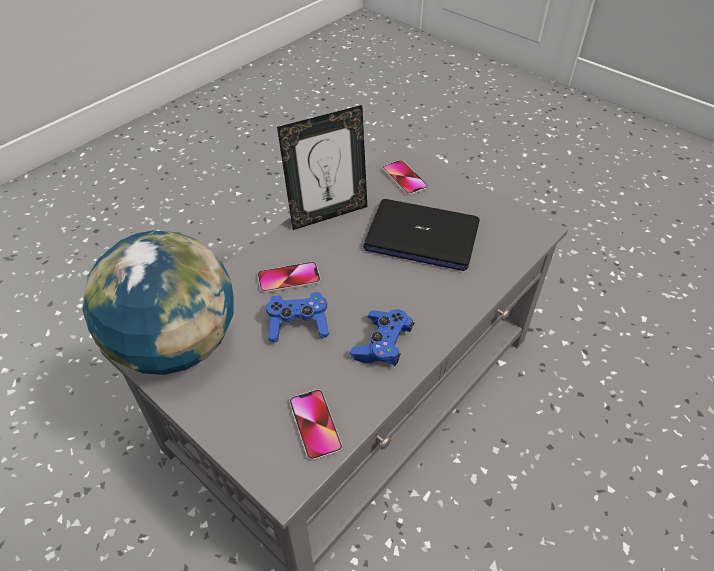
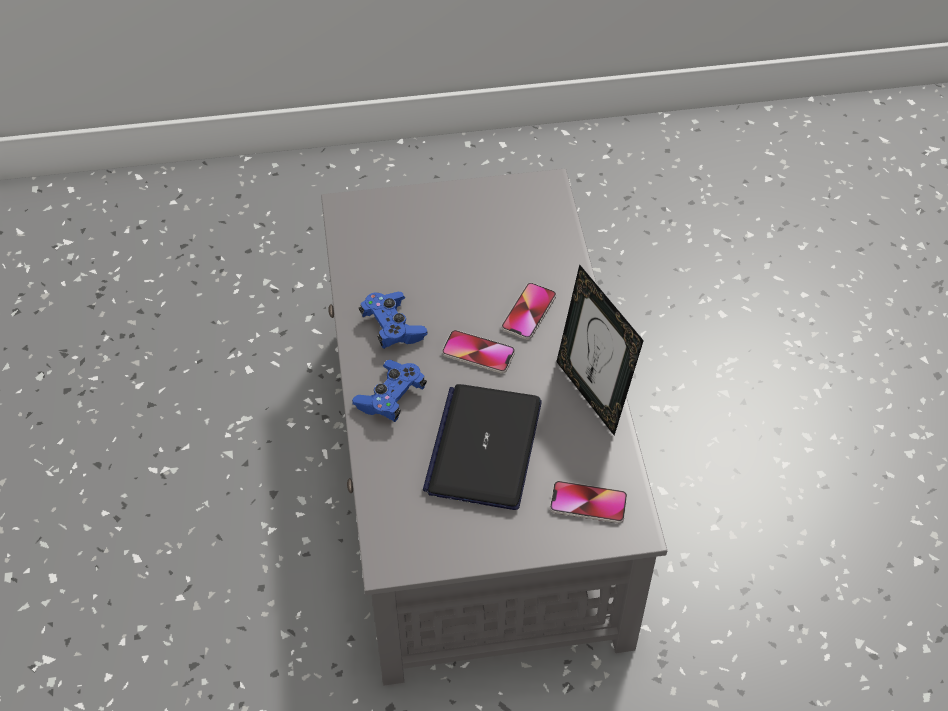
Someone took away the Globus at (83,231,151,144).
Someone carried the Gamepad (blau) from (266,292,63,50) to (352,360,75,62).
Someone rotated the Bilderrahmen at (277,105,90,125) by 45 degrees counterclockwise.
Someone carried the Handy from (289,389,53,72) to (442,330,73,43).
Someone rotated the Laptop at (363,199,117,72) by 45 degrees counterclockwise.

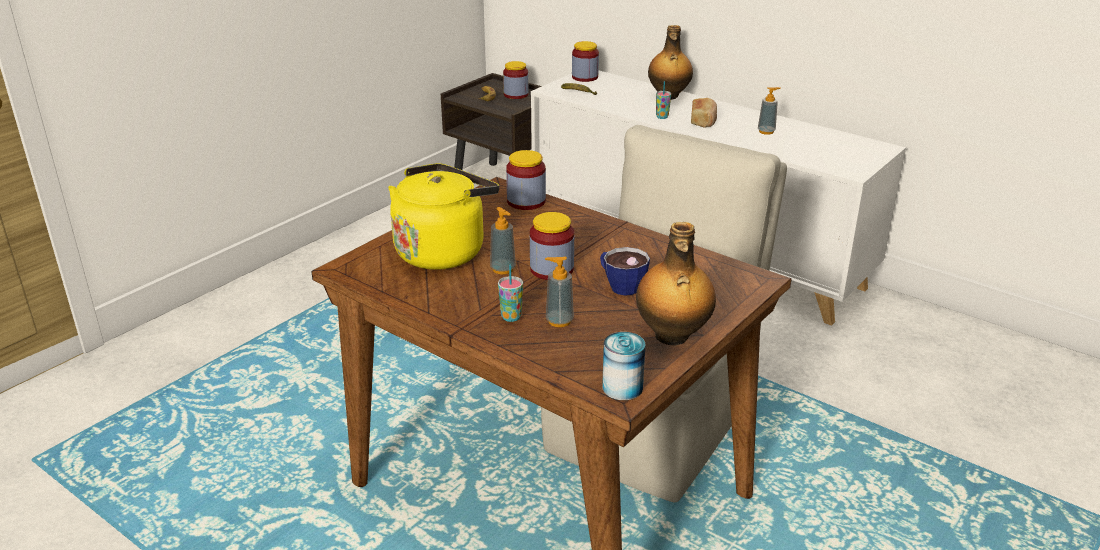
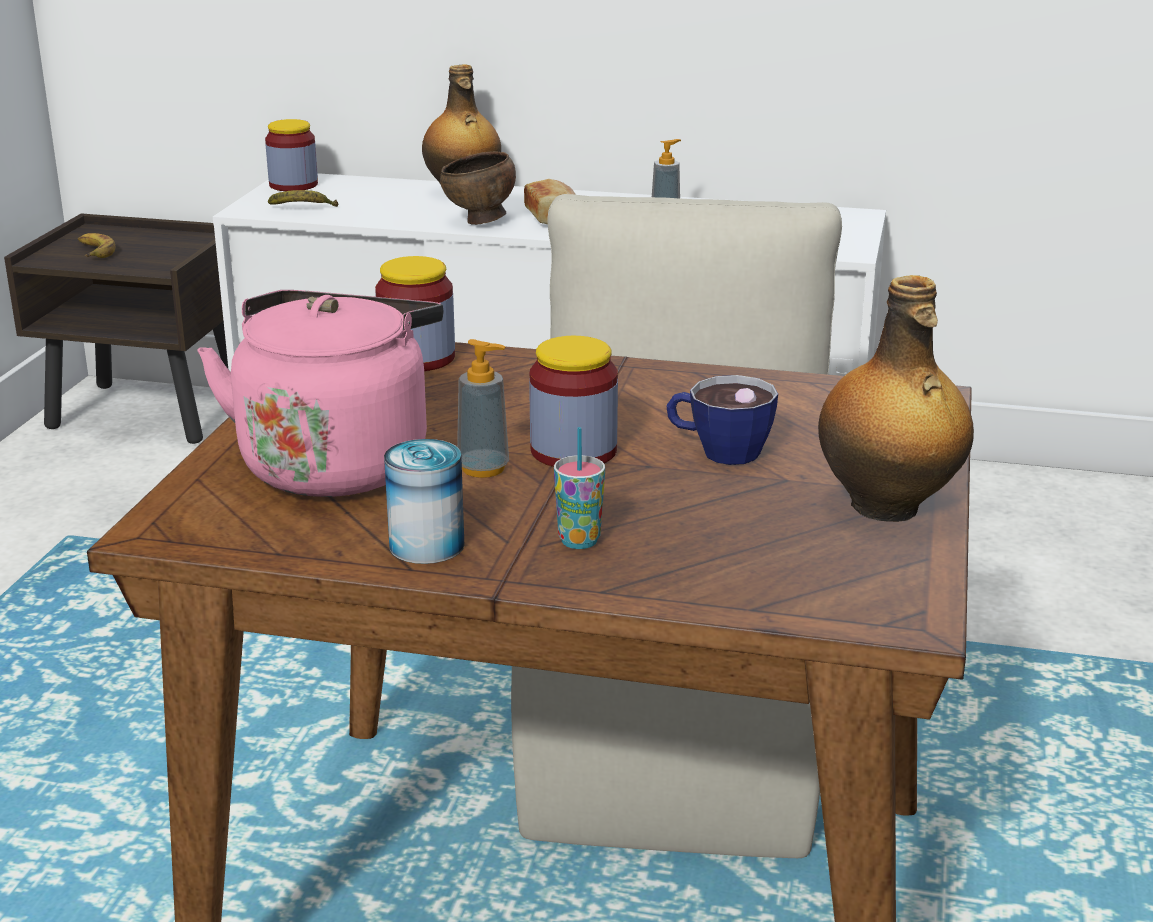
Someone repainted the Wasserkessel (gelb) at (388,163,111,107), which became the Wasserkessel (rosa) at (198,290,245,207).
Someone took away the Vorratsglas at (503,61,25,38).
Someone took away the Seifenspender at (545,257,29,70).
Someone carried the Dose from (602,332,44,68) to (384,439,80,125).
Someone swapped the Tasse at (656,81,15,38) for the Schüssel (braun) at (440,151,76,74).

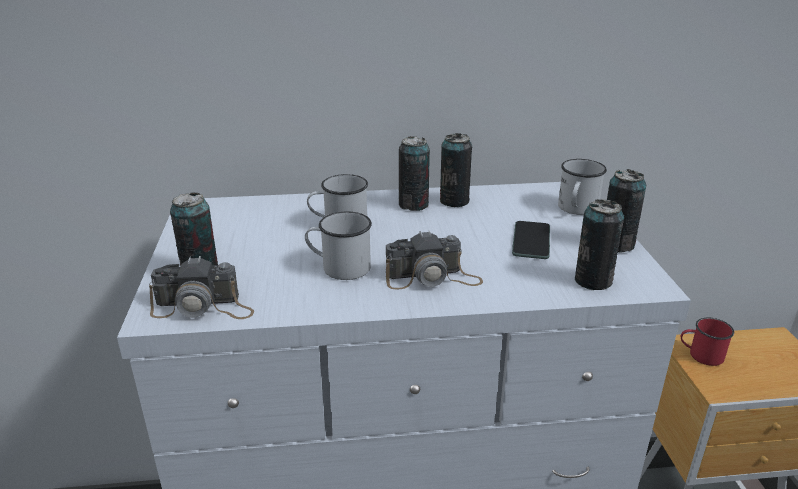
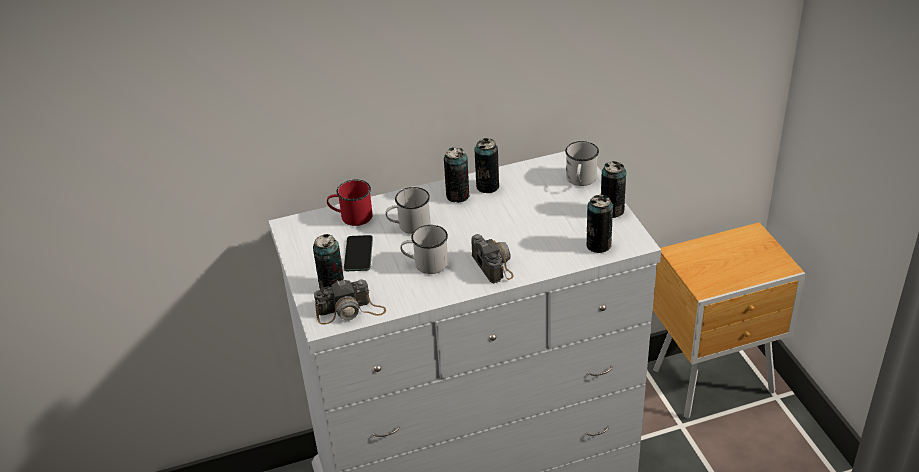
Someone rotated the Kamera at (386,230,97,60) by 90 degrees counterclockwise.
Someone carried the Handy from (512,221,38,38) to (344,235,29,36).
Someone carried the Henkelbecher (rot) from (681,318,53,48) to (327,180,46,46).

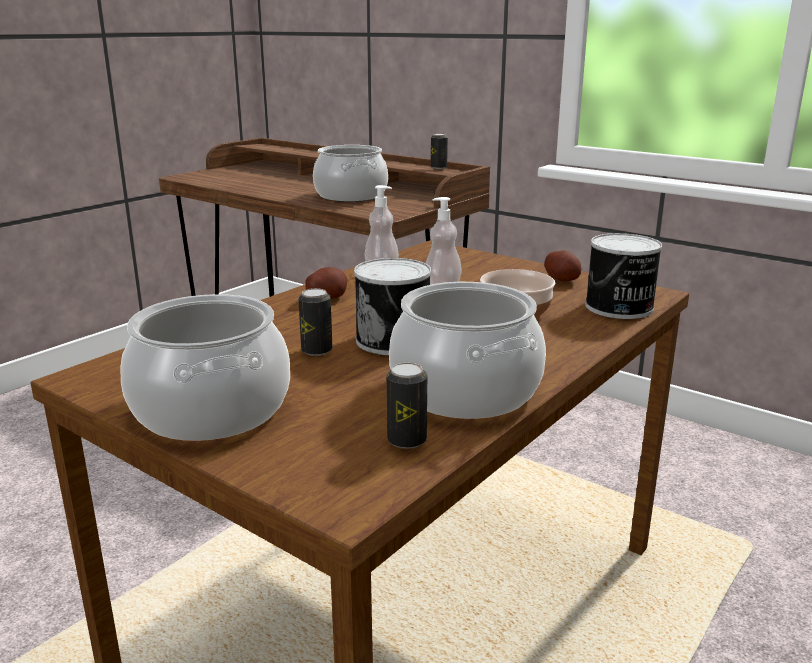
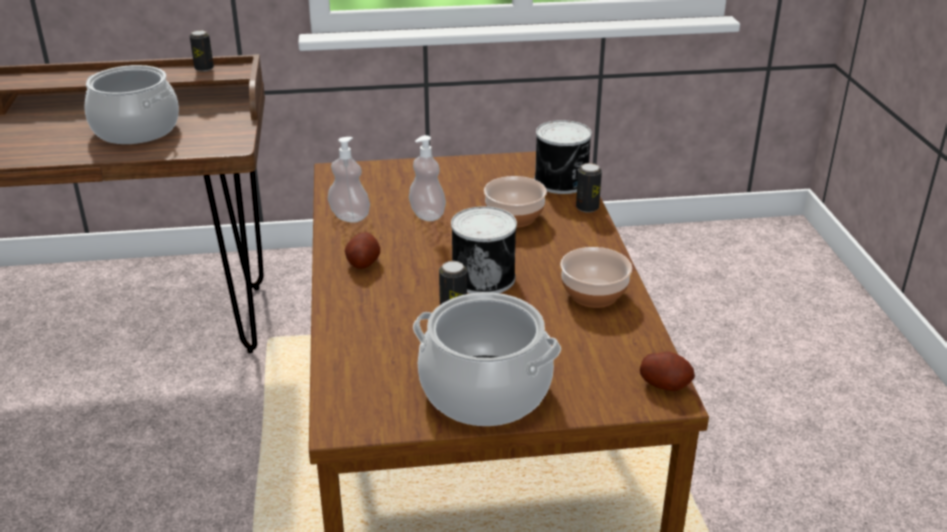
Someone carried the Dose from (387,363,40,86) to (576,163,26,50).
Someone swapped the Kochtopf at (389,282,157,137) for the Schüssel at (560,247,72,61).
Someone carried the Kartoffel from (544,250,37,31) to (640,352,55,39).

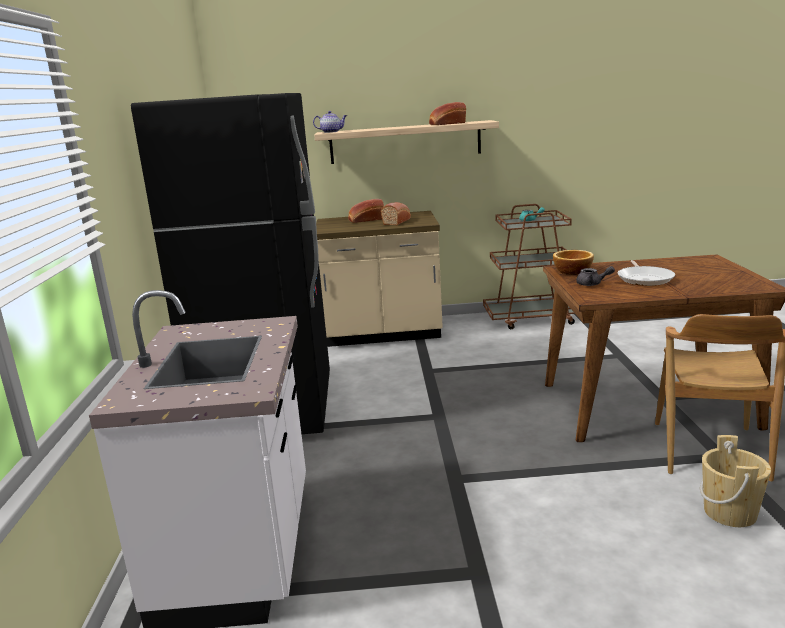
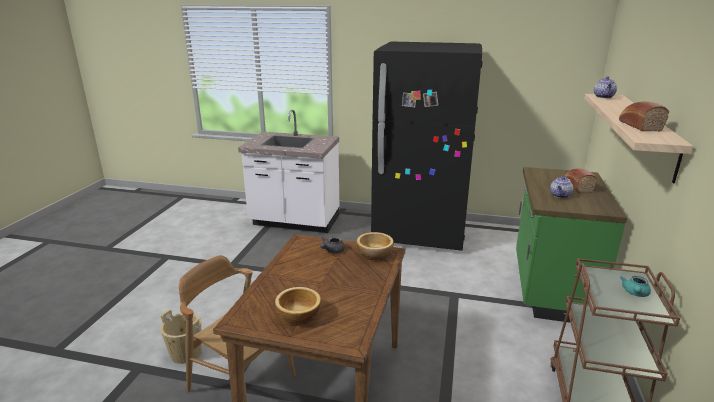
Someone repainted the Küchenzeile (beige) at (316,211,127,136), which became the Küchenzeile (grün) at (516,167,111,156).
Someone swapped the Brot at (381,202,30,23) for the Teekanne at (550,176,23,22).
Someone took away the Pfanne at (618,260,57,26).
Someone put down the Schüssel at (275,287,46,38).

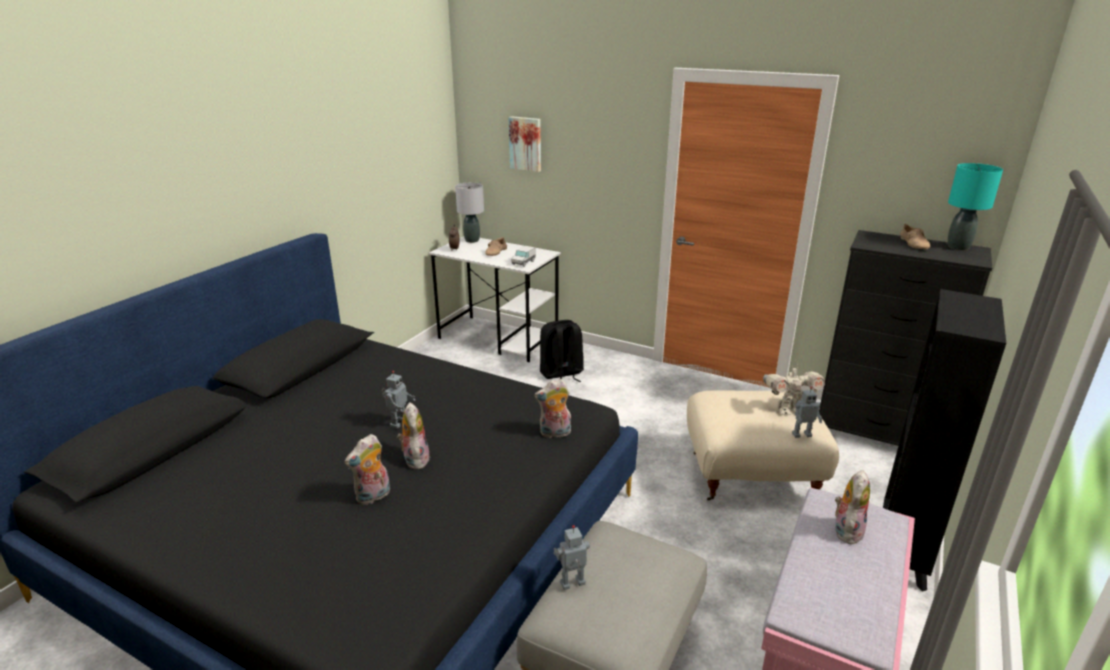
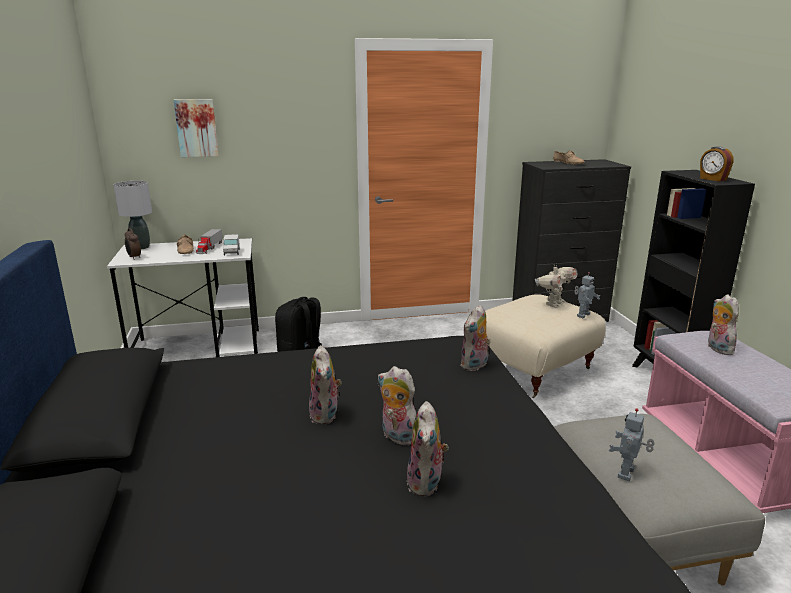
Someone swapped the Spielzeugroboter at (382,370,33,59) for the Plüschtier at (309,345,33,79).
Someone took away the Tischlampe (türkis) at (948,163,55,87).
Someone put down the Spielzeuglaster at (196,229,27,25).
Someone put down the Wecker at (700,146,34,35).

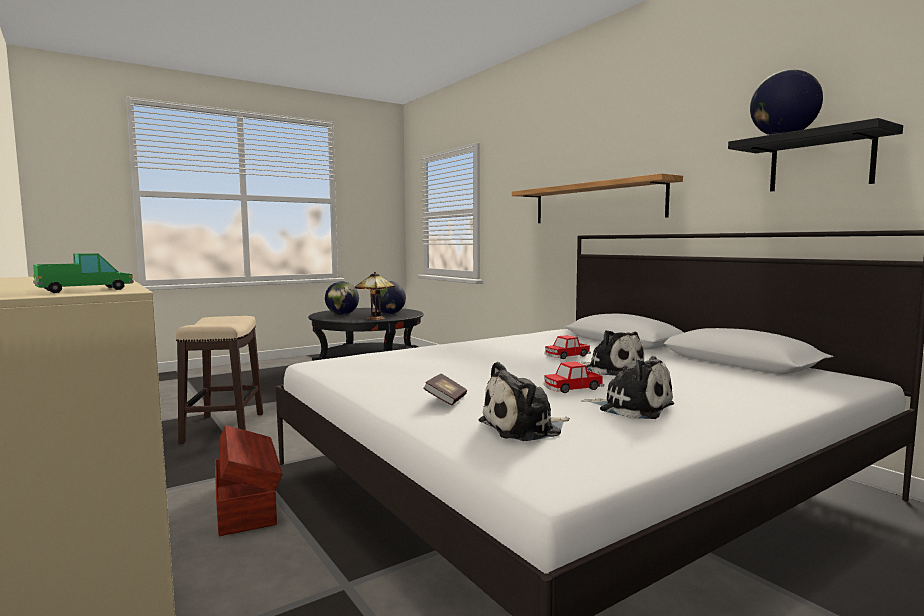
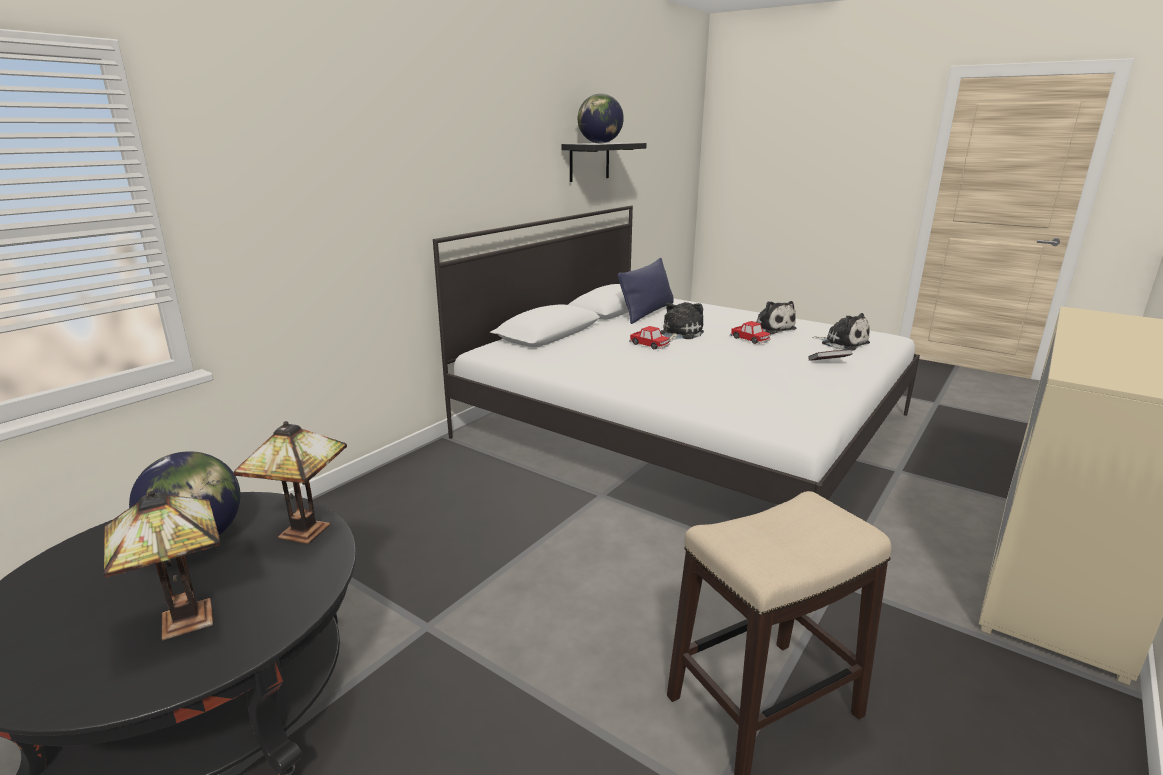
Someone took away the Spielzeuglaster at (33,253,101,40).
Someone took away the Aufbewahrungsbox (braun) at (215,425,67,111).
Someone swapped the Globus at (325,281,34,34) for the Tischlampe at (103,491,117,149).
Someone took away the Wandregal at (512,173,171,50).
Someone rotated the Plüschtier at (581,356,93,63) by 135 degrees clockwise.
Someone put down the Kissen (blau) at (617,258,57,66).

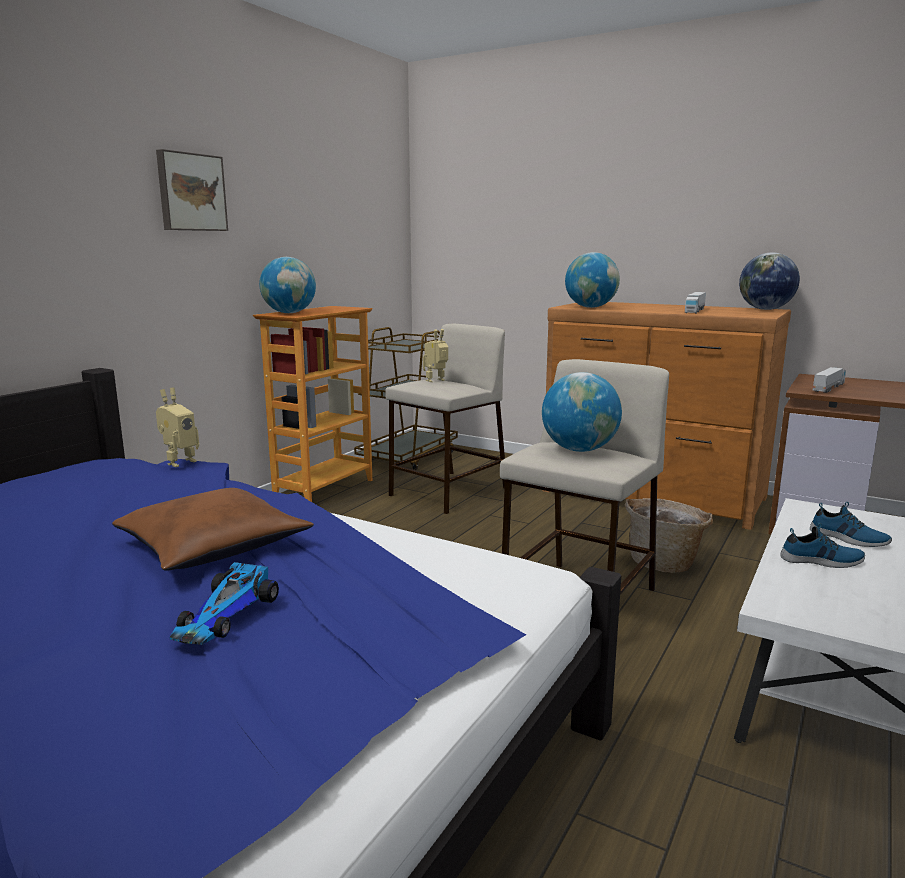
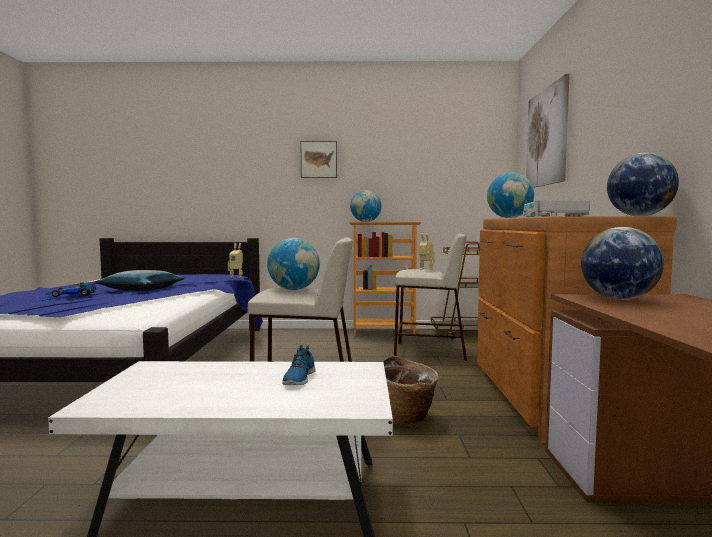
Someone repainted the Kissen (braun) at (112,488,202,82), which became the Kissen (blau) at (94,270,91,21).
Someone took away the Schuh at (780,523,85,45).
Someone swapped the Spielzeuglaster at (813,367,33,26) for the Globus at (581,227,83,73).
Someone put up the Bild at (526,73,44,115).

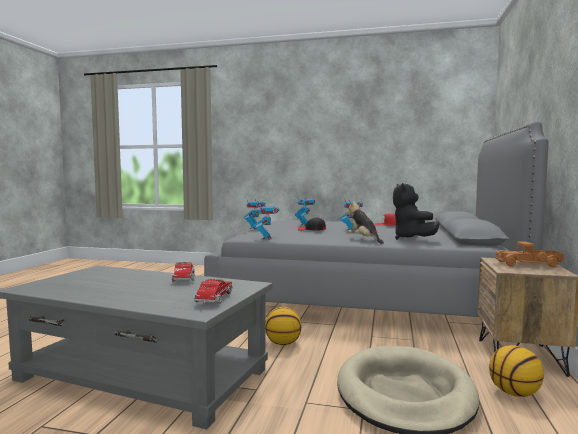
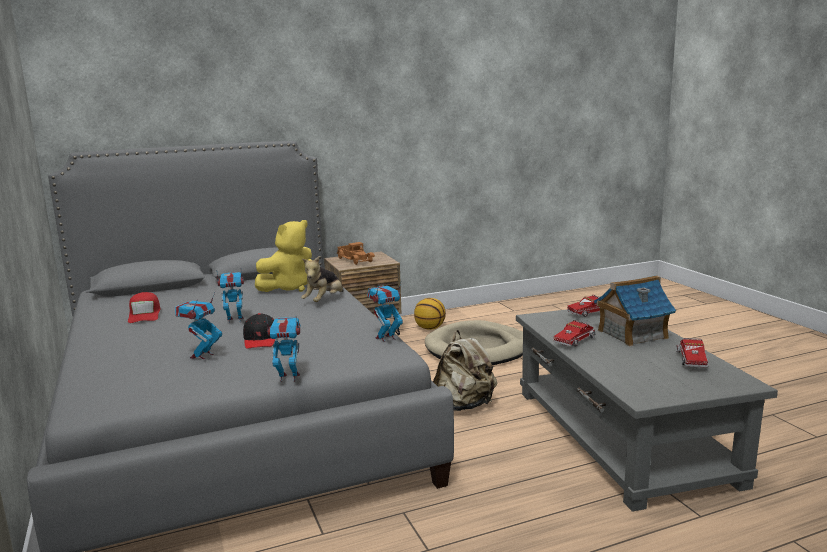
Someone swapped the Basketball at (265,307,37,38) for the Rucksack (beige) at (433,330,64,81).
Someone repainted the Plüschtier (schwarz) at (393,183,47,57), which became the Plüschtier (gelb) at (255,220,57,72).
Someone put down the Spielzeughaus at (594,275,82,72).
Someone put down the Spielzeuglaster at (676,338,32,30).

